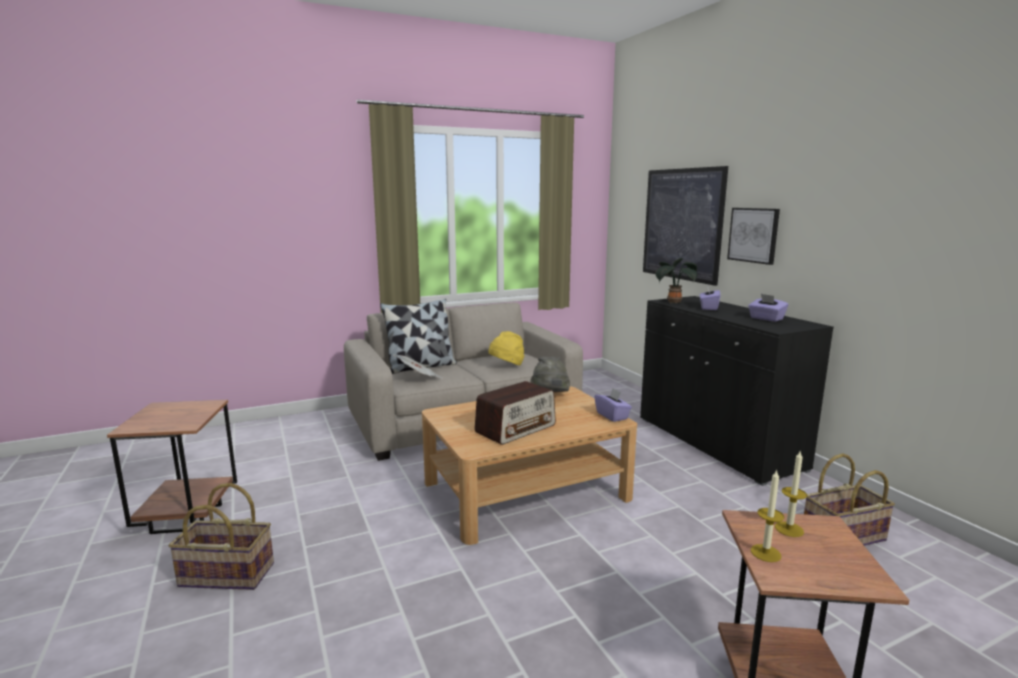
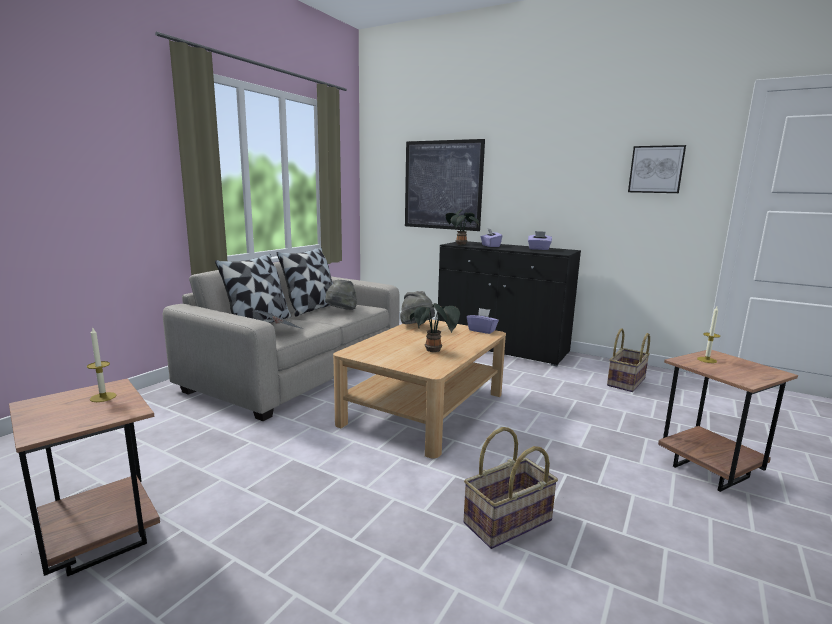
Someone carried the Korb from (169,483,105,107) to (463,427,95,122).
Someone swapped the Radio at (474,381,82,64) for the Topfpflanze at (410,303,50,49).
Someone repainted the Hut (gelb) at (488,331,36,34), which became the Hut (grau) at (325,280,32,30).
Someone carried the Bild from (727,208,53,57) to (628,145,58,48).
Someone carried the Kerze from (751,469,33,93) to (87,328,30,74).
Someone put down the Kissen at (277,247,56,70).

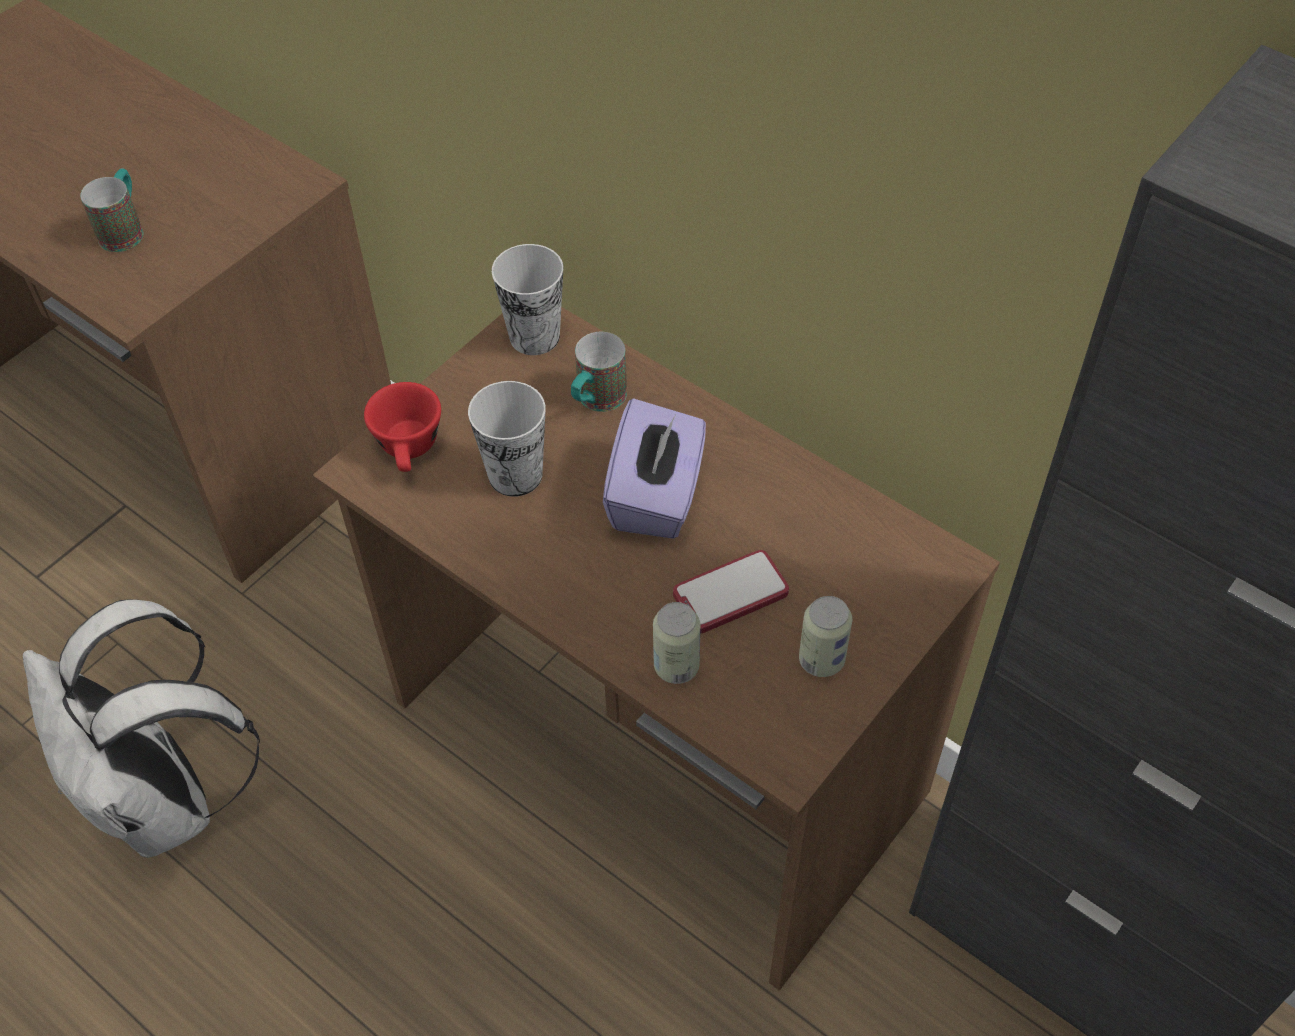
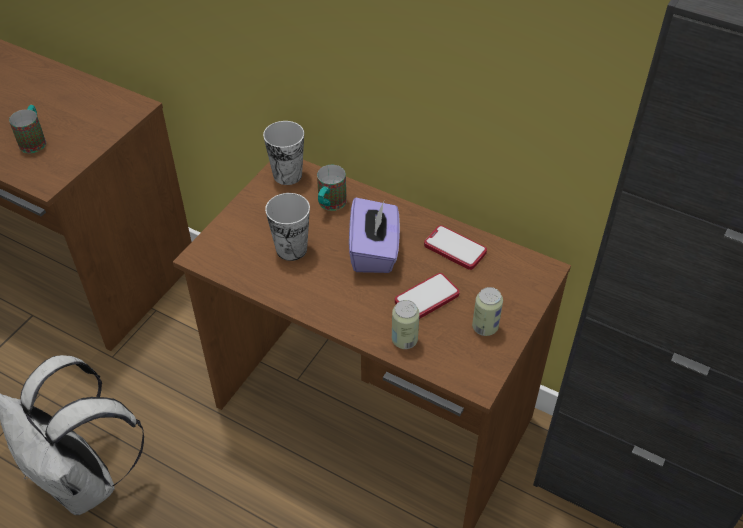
Someone took away the Tasse (rot) at (364,382,77,90).
Someone put down the Handy at (424,225,63,45).

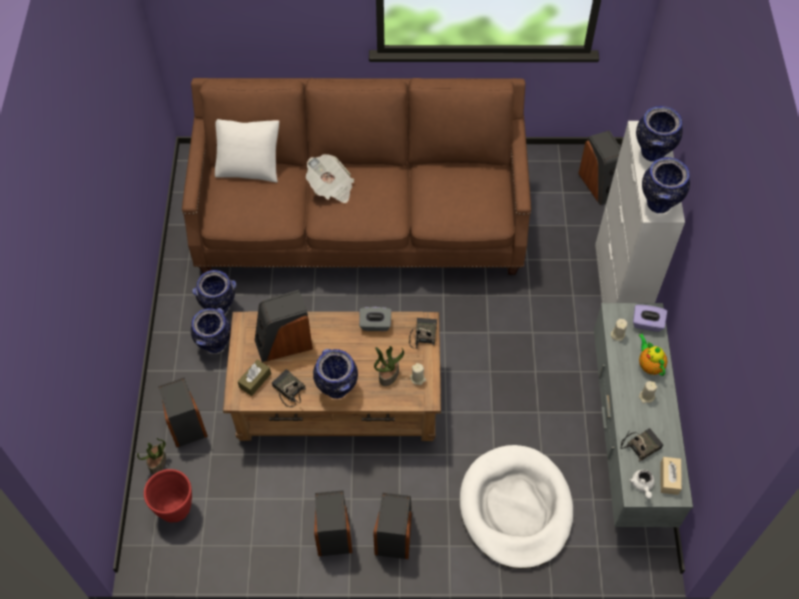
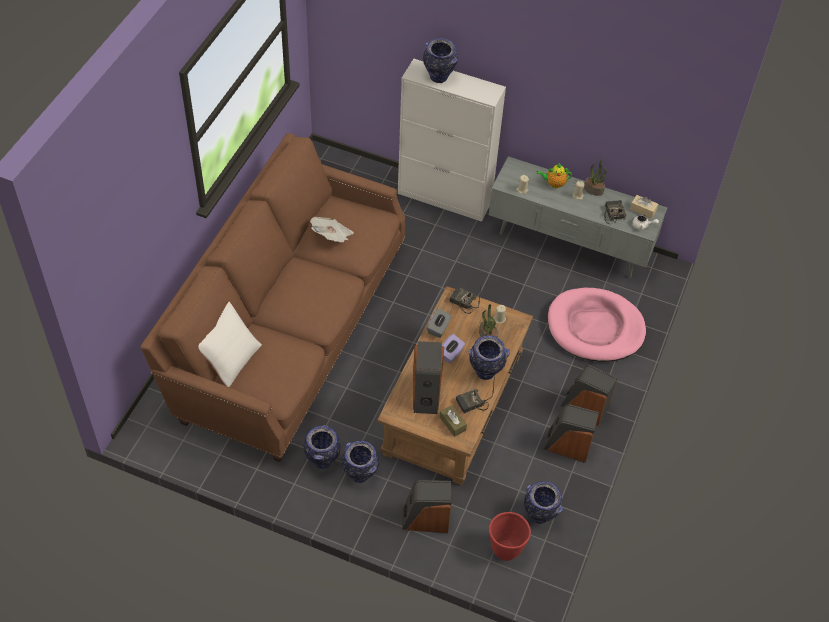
Someone carried the Topfpflanze from (137,438,29,36) to (584,158,23,38).
Someone carried the Zeitung from (306,154,48,49) to (310,217,44,26).
Someone repainted the Hundebett (weiß) at (460,445,113,124), which became the Hundebett (rosa) at (548,288,98,74).
Someone took away the Lautsprecher at (578,130,43,75).
Someone carried the Taschentuchbox (lila) from (633,304,34,28) to (442,334,23,30).
Someone carried the Vase from (642,157,48,56) to (524,481,39,43).

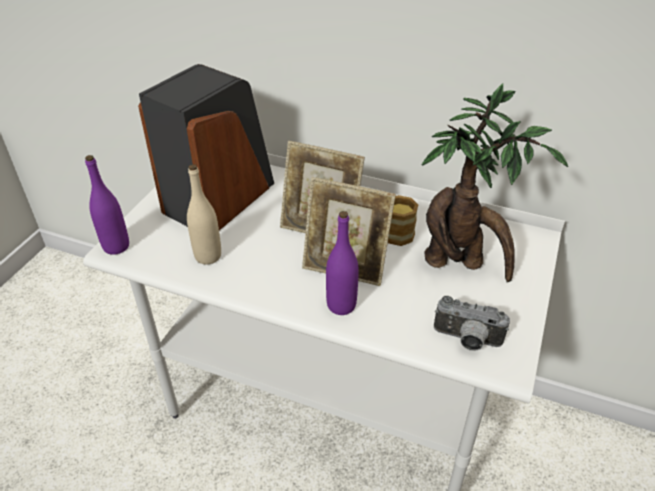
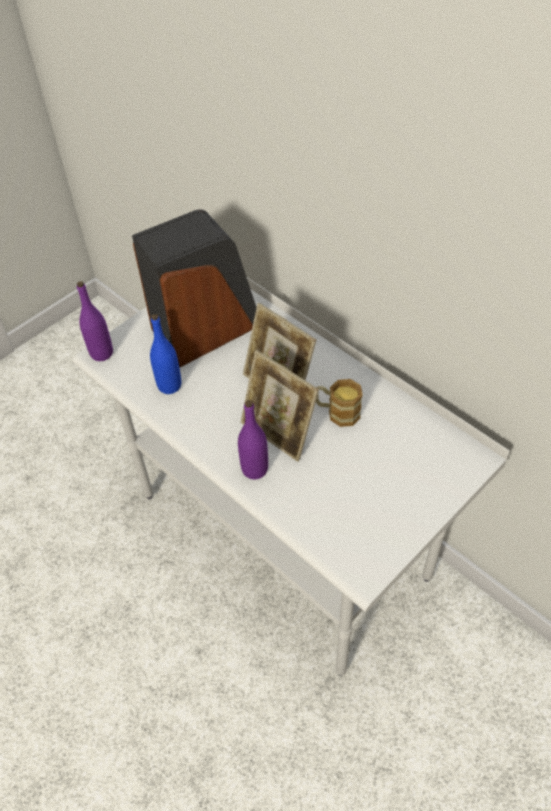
Someone repainted the Flasche (beige) at (187,164,34,101), which became the Flasche (blau) at (150,314,31,80).
Someone took away the Topfpflanze at (422,83,146,199).
Someone took away the Kamera at (434,296,76,55).

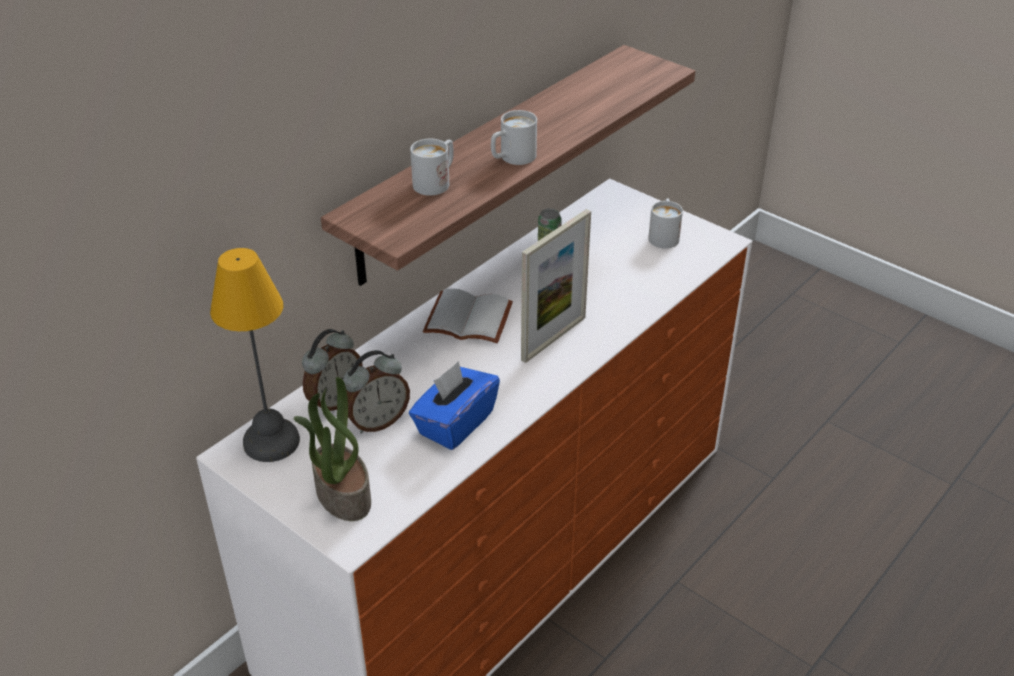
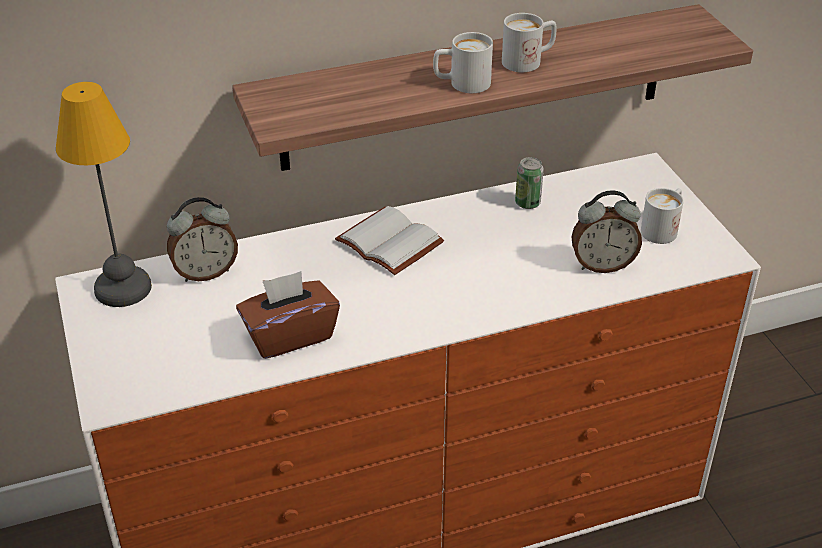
Someone took away the Topfpflanze at (294,377,77,144).
Someone carried the Wecker from (343,350,67,84) to (571,190,71,83).
Someone repainted the Taschentuchbox (blau) at (409,361,91,89), which became the Taschentuchbox (braun) at (236,271,104,88).
Someone carried the Henkelbecher (weiß) from (410,139,44,57) to (502,13,54,59).
Someone took away the Bilderrahmen at (521,209,70,154).

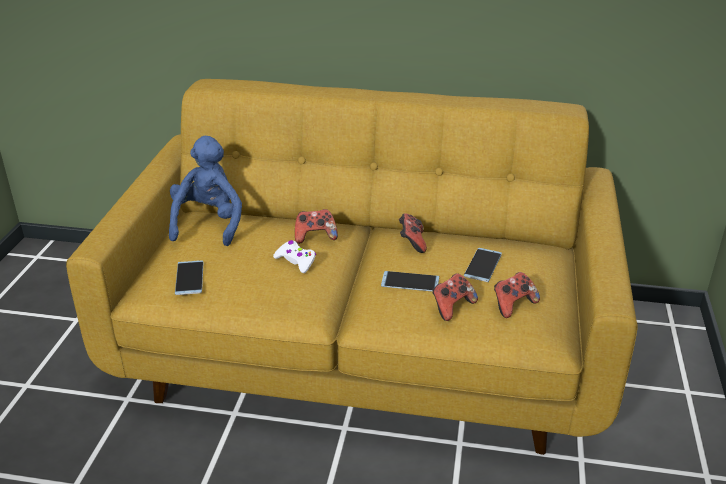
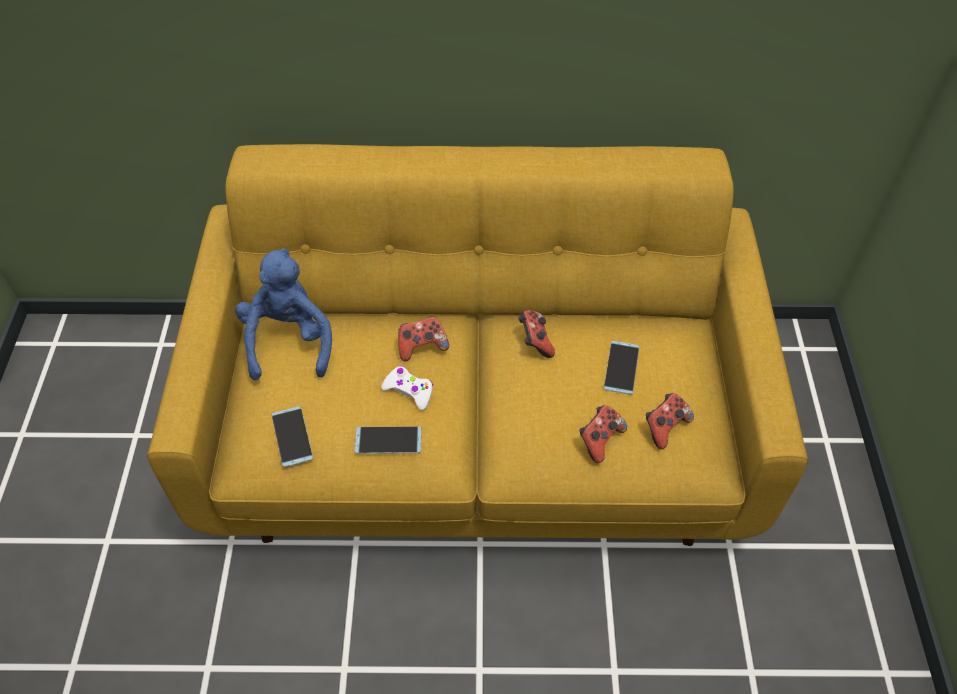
Someone carried the Handy from (381,271,58,21) to (355,426,66,28).

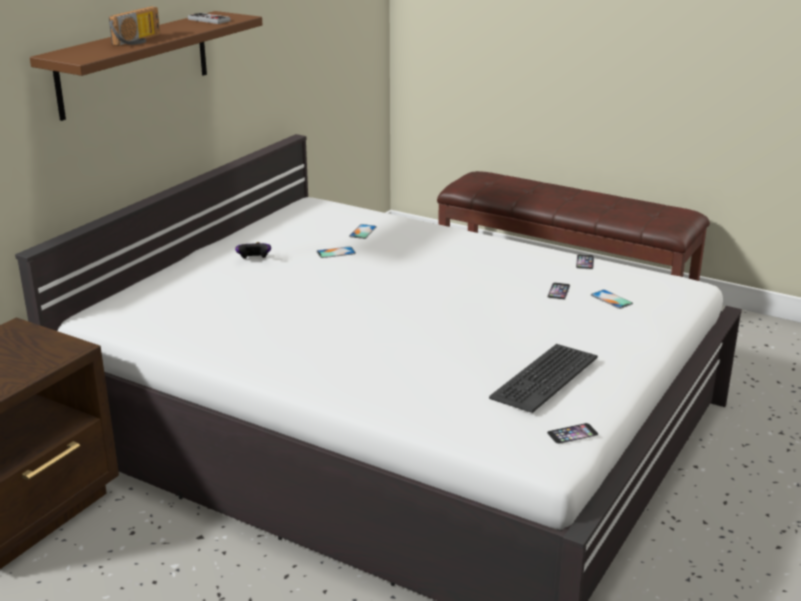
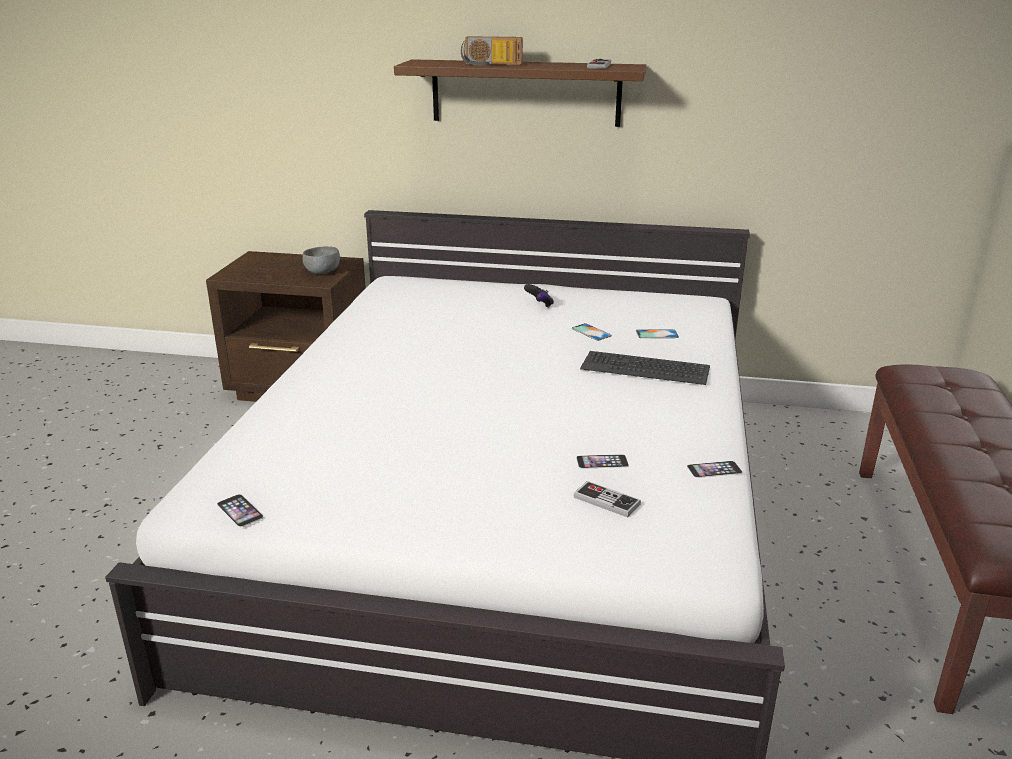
Someone carried the Tastatur from (489,344,109,69) to (580,351,130,34).
Someone swapped the Handy at (591,290,42,19) for the Gamepad at (574,481,67,36).
Someone put down the Schüssel (grau) at (302,246,38,28).

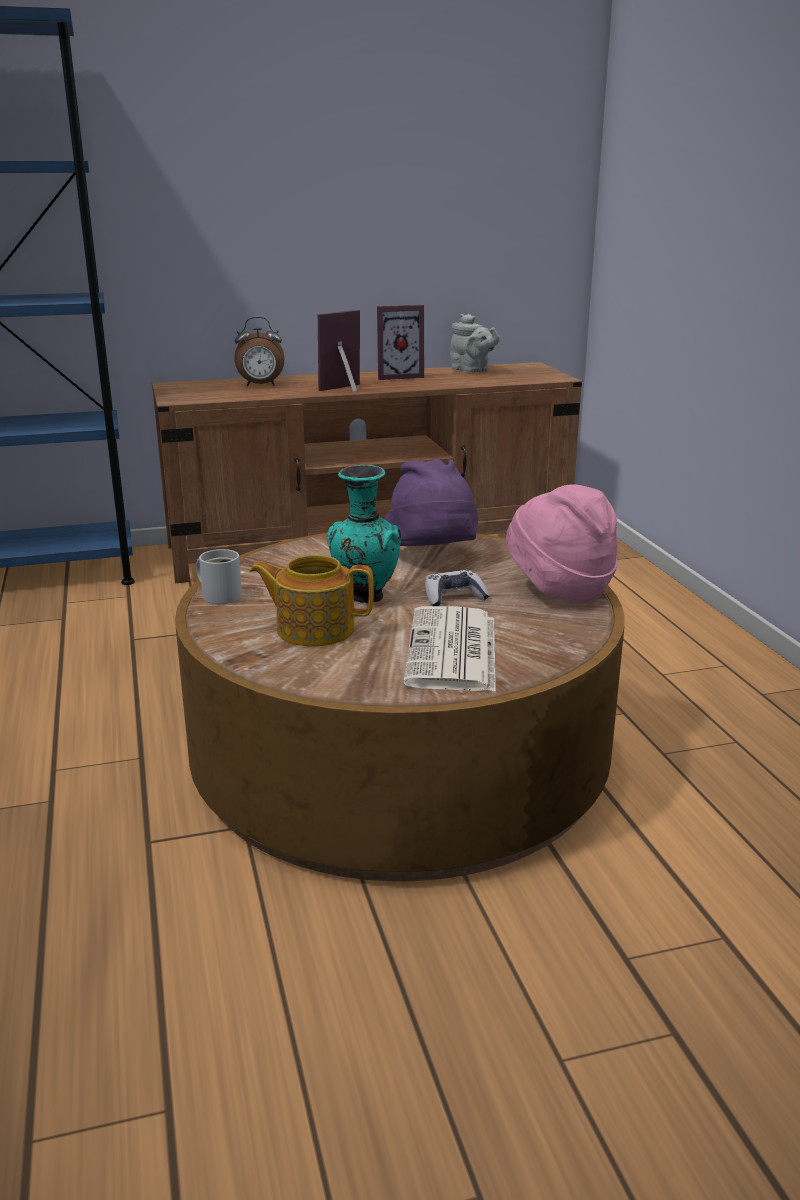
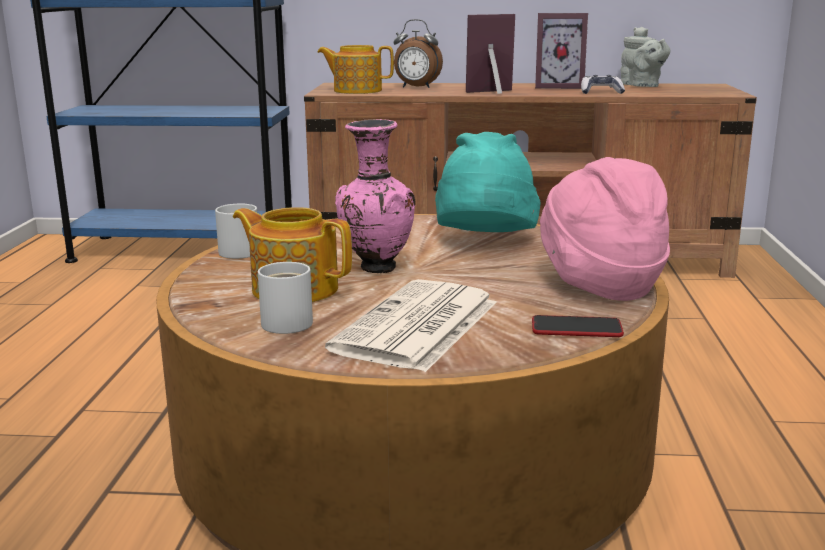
Someone repainted the Vase (türkis) at (327,465,74,138), which became the Vase (rosa) at (335,119,81,154).
Someone repainted the Hut (lila) at (385,459,93,87), which became the Hut (türkis) at (435,132,105,100).
Someone carried the Gamepad from (425,570,64,36) to (581,75,44,19).
Someone put down the Henkelbecher (weiß) at (258,262,55,72).
Someone put down the Teekanne at (317,45,77,49).
Someone put down the Handy at (532,315,92,22).

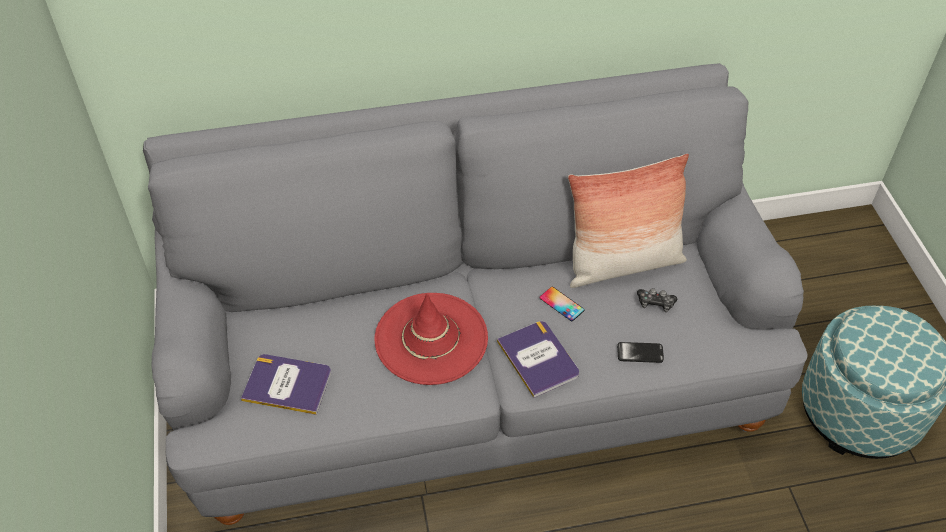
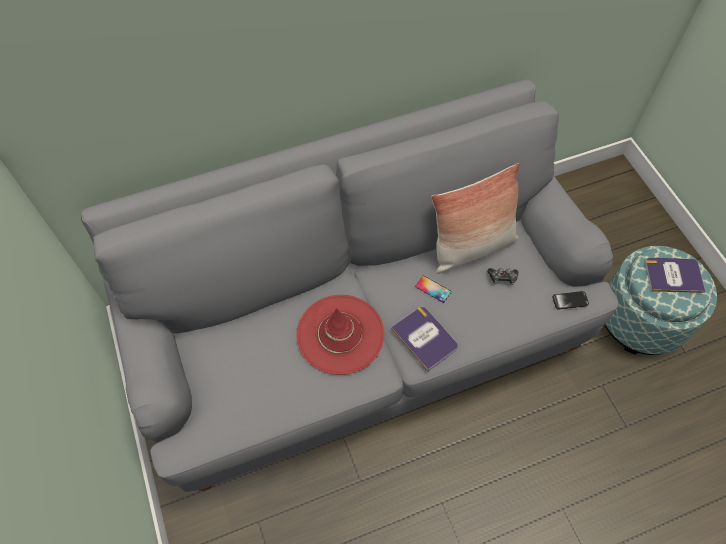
Someone carried the Buch from (241,354,90,61) to (645,258,60,35).
Someone carried the Handy from (617,342,47,21) to (553,291,36,19).

